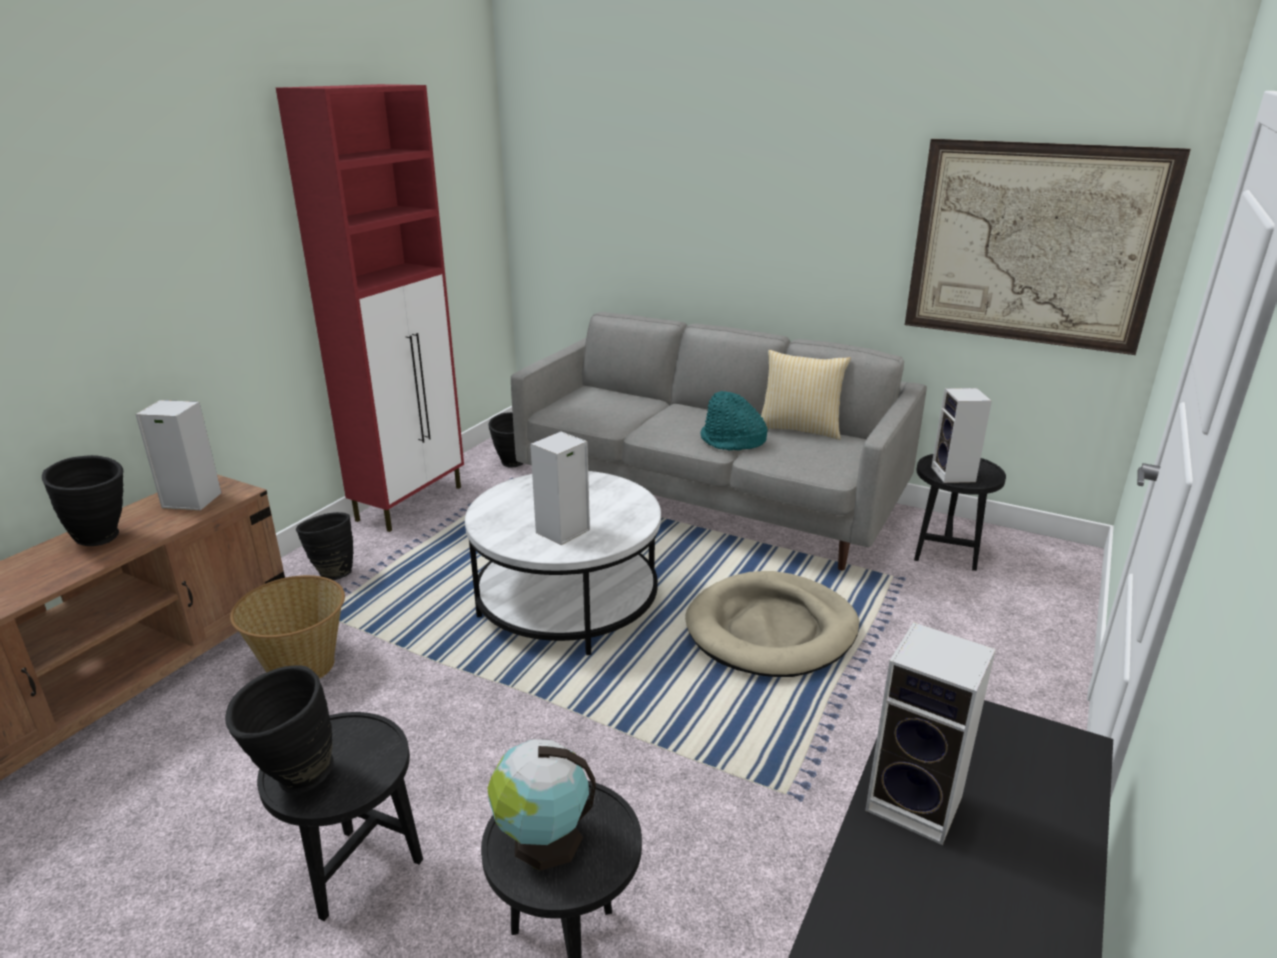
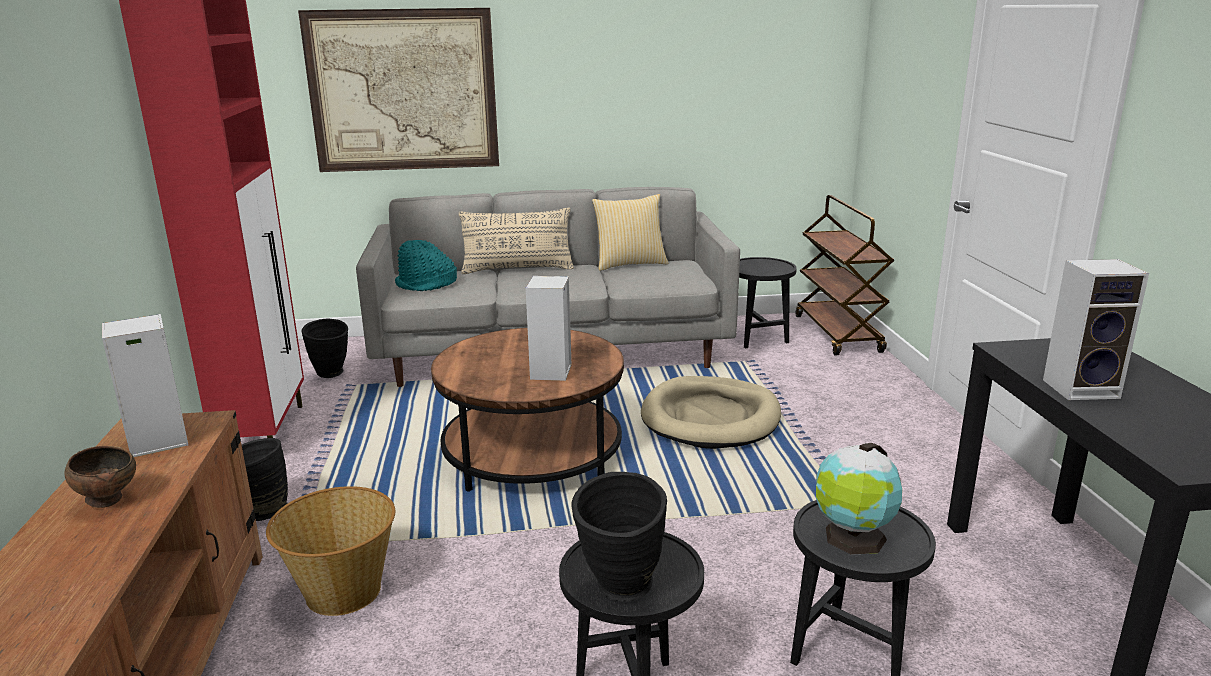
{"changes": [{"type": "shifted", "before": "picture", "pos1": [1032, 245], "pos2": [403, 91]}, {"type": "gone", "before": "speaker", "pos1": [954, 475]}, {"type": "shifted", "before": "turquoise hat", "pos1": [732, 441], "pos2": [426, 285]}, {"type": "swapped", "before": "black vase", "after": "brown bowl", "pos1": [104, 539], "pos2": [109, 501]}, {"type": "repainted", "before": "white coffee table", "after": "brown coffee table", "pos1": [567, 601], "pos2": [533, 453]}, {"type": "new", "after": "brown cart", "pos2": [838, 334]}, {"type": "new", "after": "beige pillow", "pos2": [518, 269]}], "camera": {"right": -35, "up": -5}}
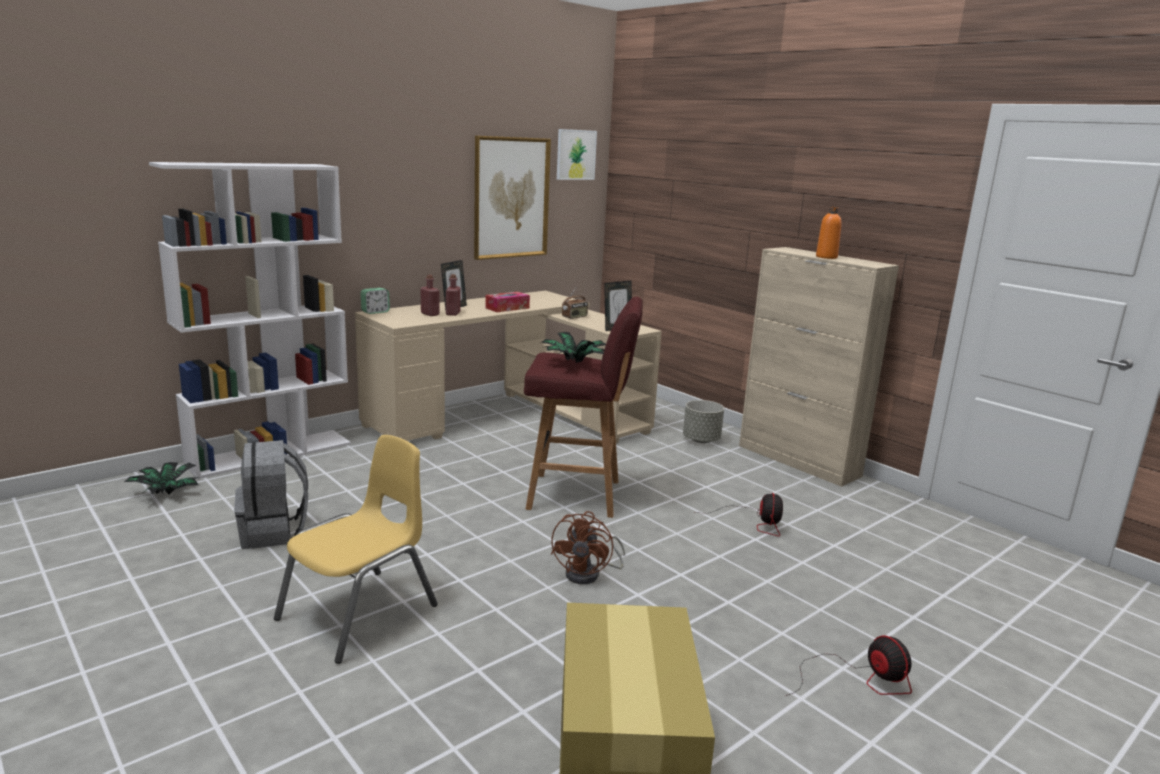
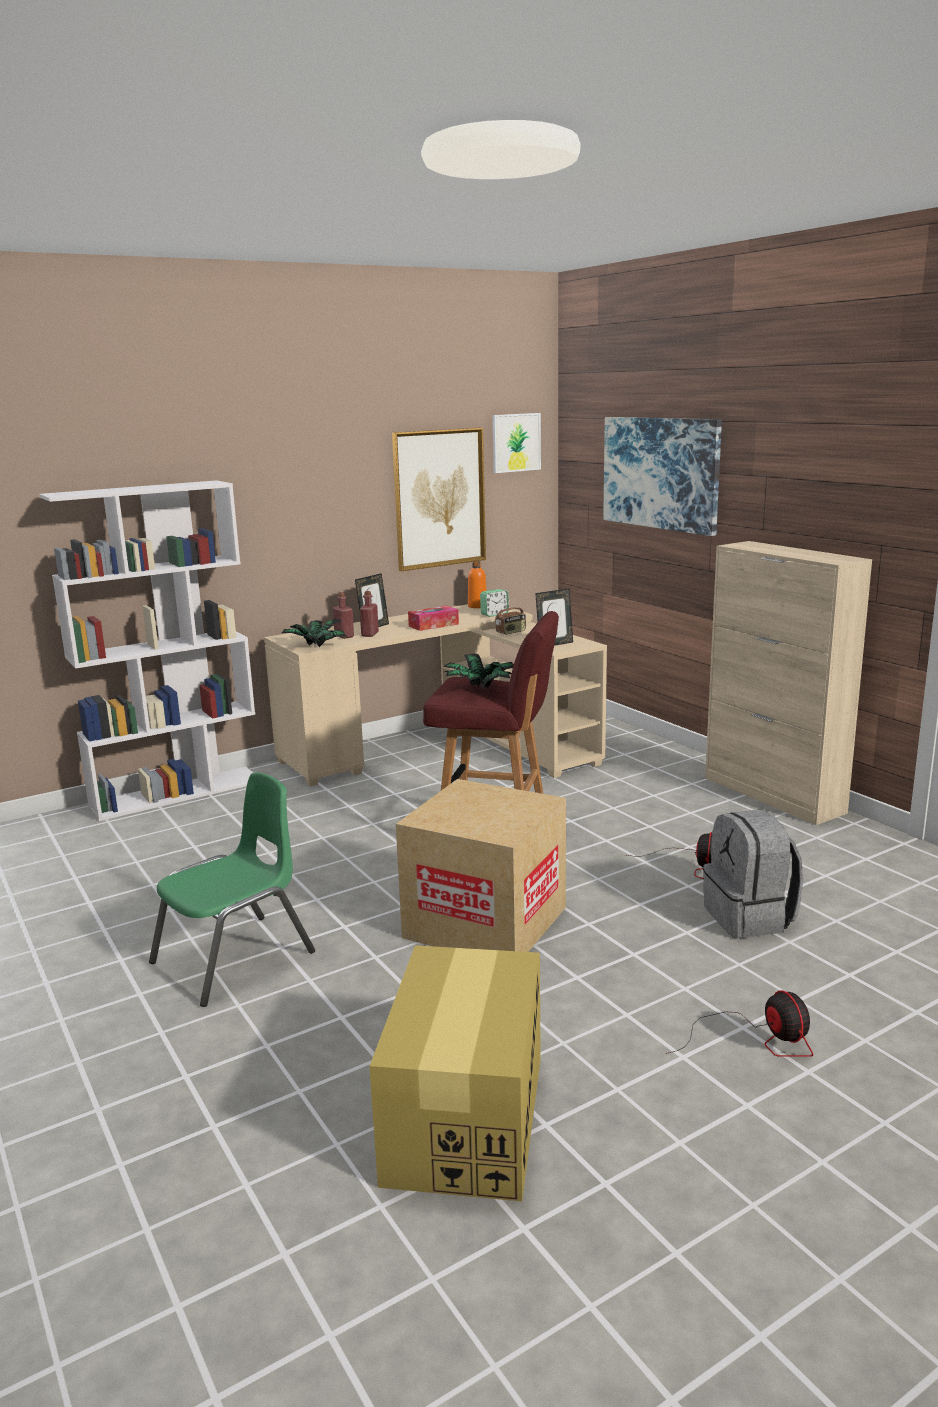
{"changes": [{"type": "shifted", "before": "orange bottle", "pos1": [826, 257], "pos2": [477, 606]}, {"type": "shifted", "before": "alarm clock", "pos1": [375, 312], "pos2": [494, 614]}, {"type": "gone", "before": "grey planter", "pos1": [701, 440]}, {"type": "repainted", "before": "yellow chair", "after": "green chair", "pos1": [360, 613], "pos2": [235, 958]}, {"type": "shifted", "before": "grey backpack", "pos1": [274, 532], "pos2": [750, 918]}, {"type": "shifted", "before": "potted plant", "pos1": [165, 493], "pos2": [315, 646]}, {"type": "swapped", "before": "brown fan", "after": "cardboard box", "pos1": [589, 574], "pos2": [485, 922]}, {"type": "new", "after": "picture", "pos2": [660, 473]}], "camera": {"right": 10, "up": 0}}
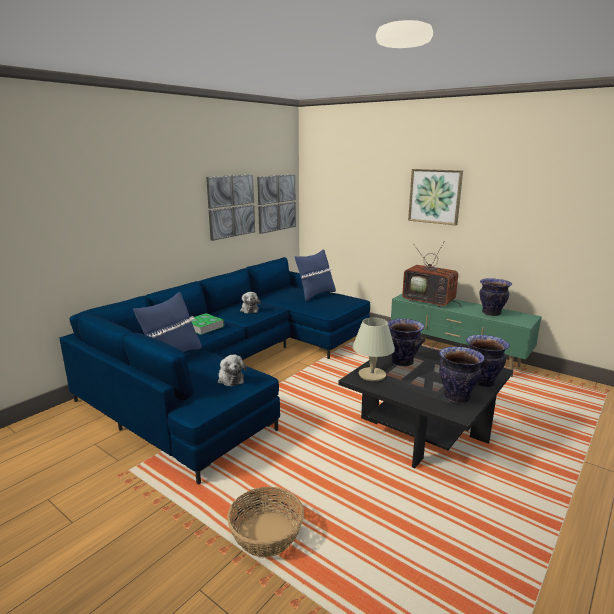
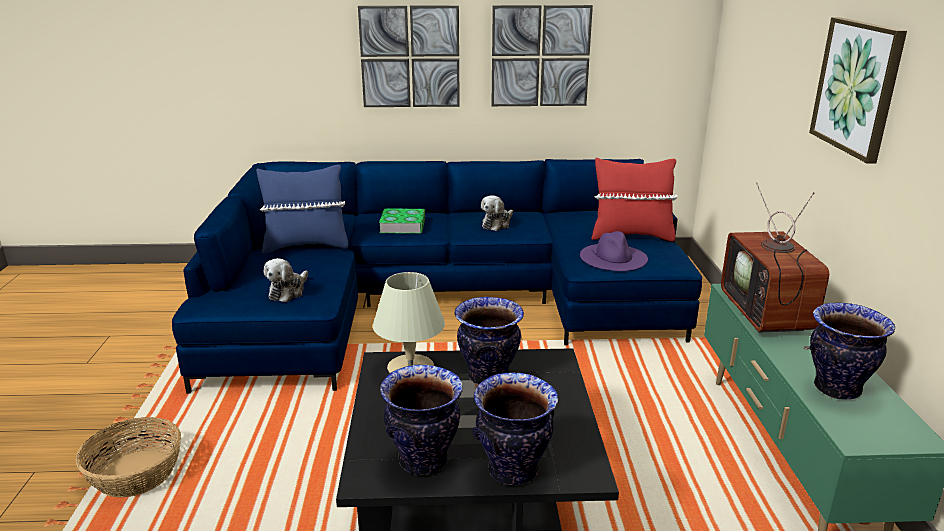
{"changes": [{"type": "shifted", "before": "picture", "pos1": [276, 203], "pos2": [410, 57]}, {"type": "repainted", "before": "blue pillow", "after": "red pillow", "pos1": [315, 295], "pos2": [631, 236]}, {"type": "new", "after": "purple hat", "pos2": [613, 257]}], "camera": {"right": 50, "up": 5}}
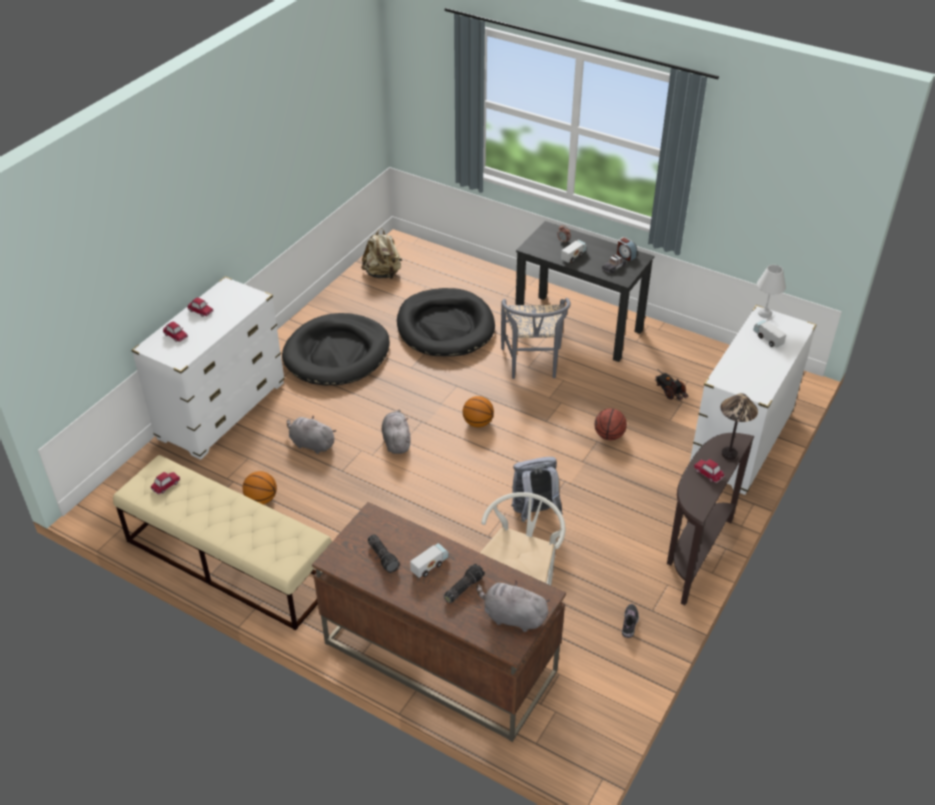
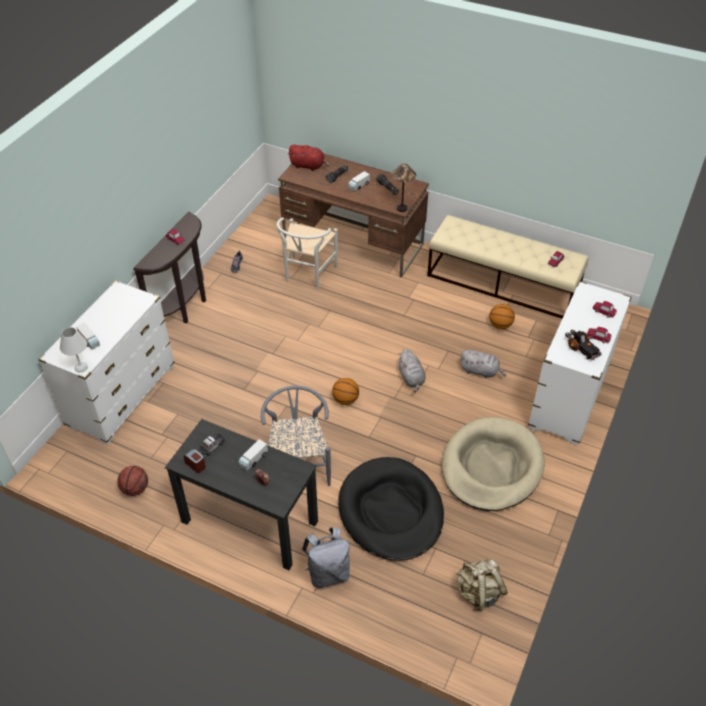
{"changes": [{"type": "repainted", "before": "black dog bed", "after": "beige dog bed", "pos1": [337, 354], "pos2": [491, 467]}, {"type": "shifted", "before": "toy truck", "pos1": [670, 391], "pos2": [581, 349]}, {"type": "shifted", "before": "table lamp", "pos1": [729, 454], "pos2": [402, 209]}, {"type": "shifted", "before": "basketball", "pos1": [609, 435], "pos2": [135, 488]}, {"type": "shifted", "before": "grey backpack", "pos1": [534, 512], "pos2": [328, 573]}, {"type": "repainted", "before": "grey plush toy", "after": "red plush toy", "pos1": [512, 617], "pos2": [308, 166]}], "camera": {"right": 175, "up": 5}}
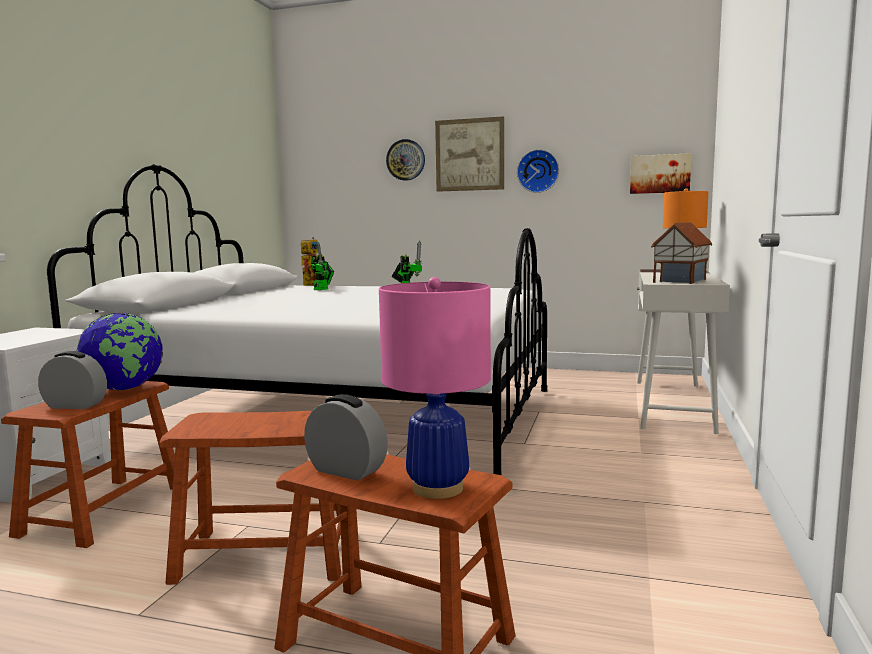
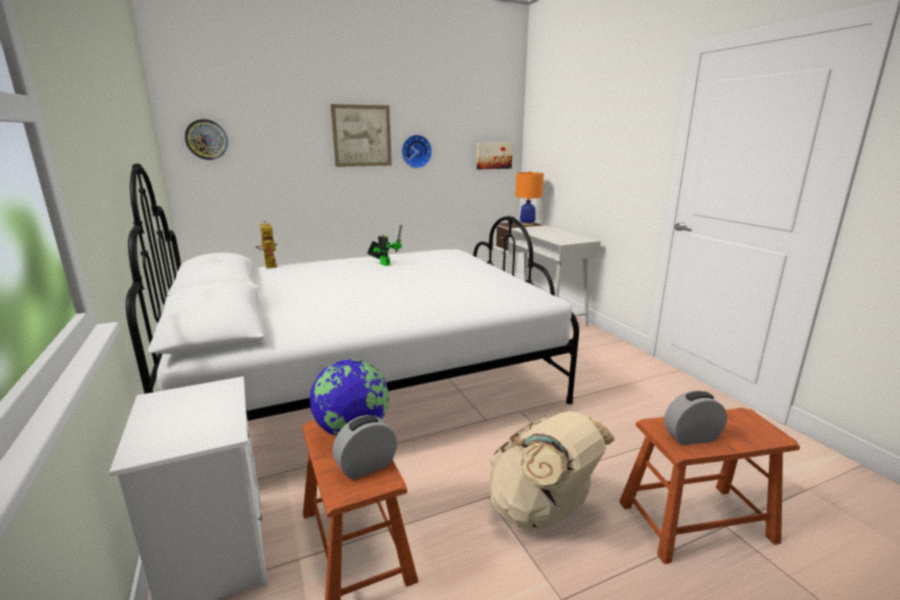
{"changes": [{"type": "shifted", "before": "wall clock", "pos1": [405, 160], "pos2": [206, 139]}, {"type": "gone", "before": "toy house", "pos1": [679, 281]}, {"type": "gone", "before": "toy robot", "pos1": [322, 289]}, {"type": "gone", "before": "pink table lamp", "pos1": [438, 488]}, {"type": "swapped", "before": "brown stool", "after": "beige backpack", "pos1": [266, 555], "pos2": [542, 511]}], "camera": {"right": -40, "up": 10}}
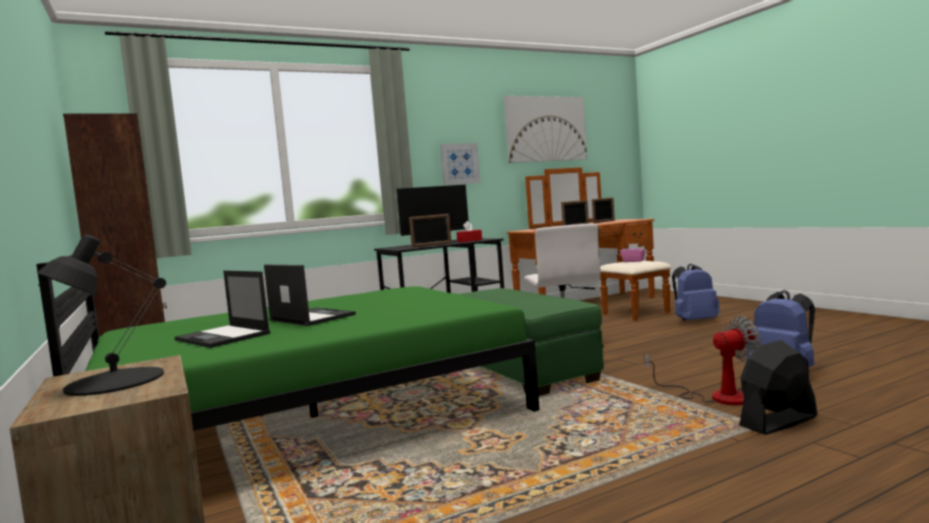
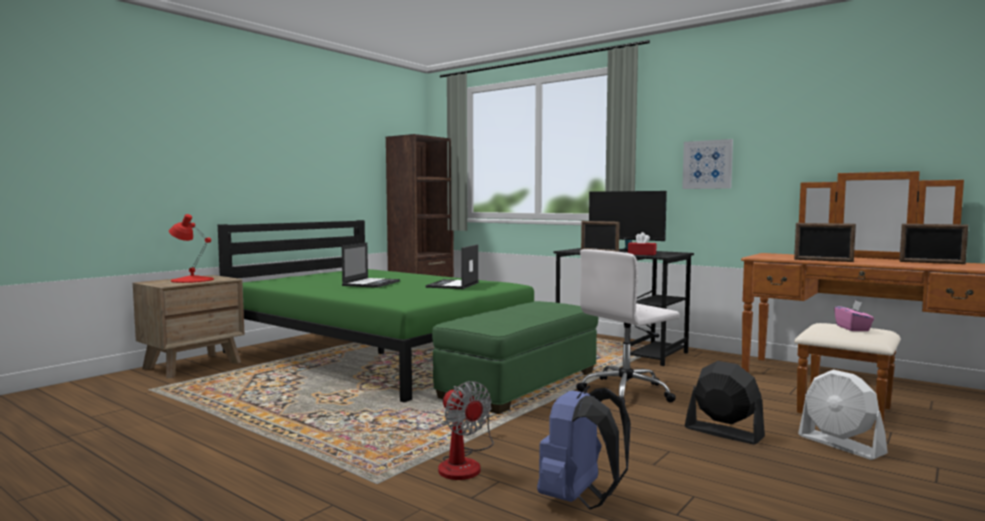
{"changes": [{"type": "gone", "before": "picture", "pos1": [545, 129]}, {"type": "repainted", "before": "black table lamp", "after": "red table lamp", "pos1": [113, 381], "pos2": [192, 280]}, {"type": "swapped", "before": "blue backpack", "after": "white fan", "pos1": [694, 321], "pos2": [841, 445]}, {"type": "shifted", "before": "laptop", "pos1": [223, 337], "pos2": [453, 285]}, {"type": "shifted", "before": "black fan", "pos1": [778, 421], "pos2": [723, 432]}], "camera": {"right": 65, "up": 0}}
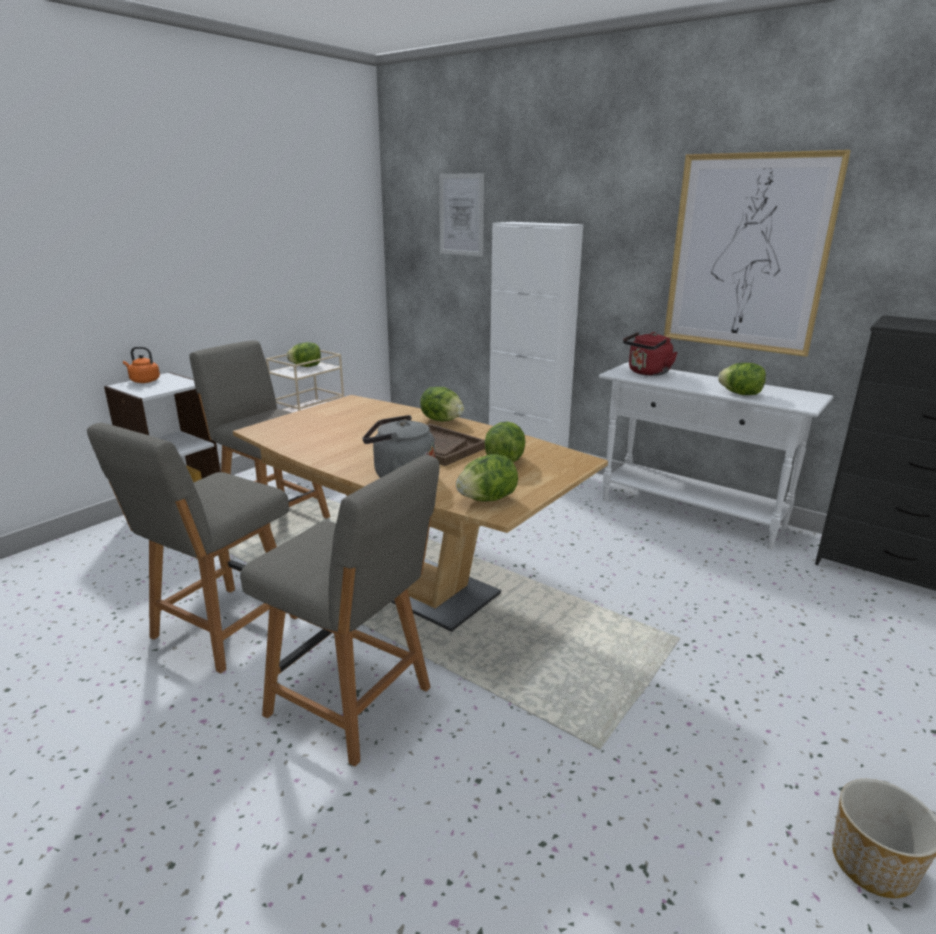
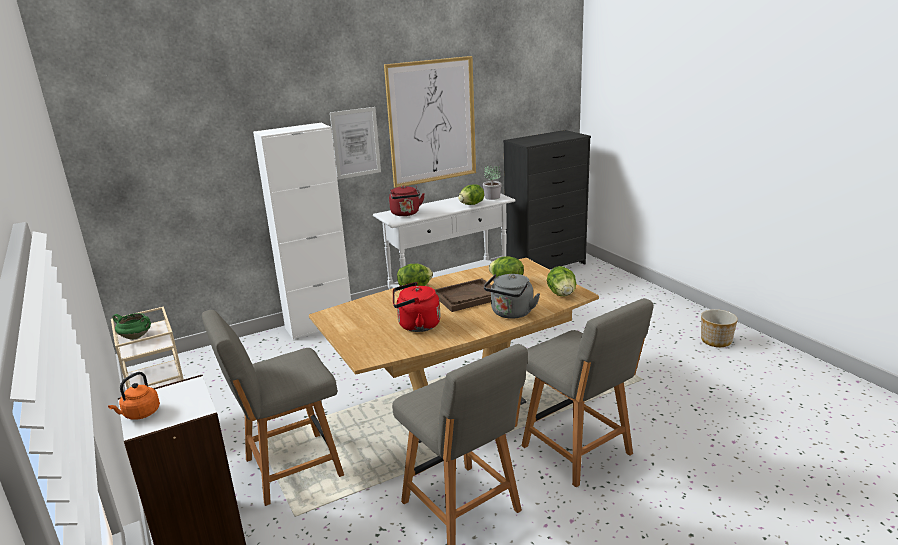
{"changes": [{"type": "shifted", "before": "picture", "pos1": [461, 215], "pos2": [355, 143]}, {"type": "swapped", "before": "lettuce", "after": "green cooking pot", "pos1": [306, 366], "pos2": [136, 337]}, {"type": "rotated", "before": "grey chair", "pos1": [353, 704], "pos2": [579, 452], "turn": 90}, {"type": "new", "after": "potted plant", "pos2": [492, 197]}, {"type": "new", "after": "red kettle", "pos2": [416, 325]}], "camera": {"right": -65, "up": 0}}
